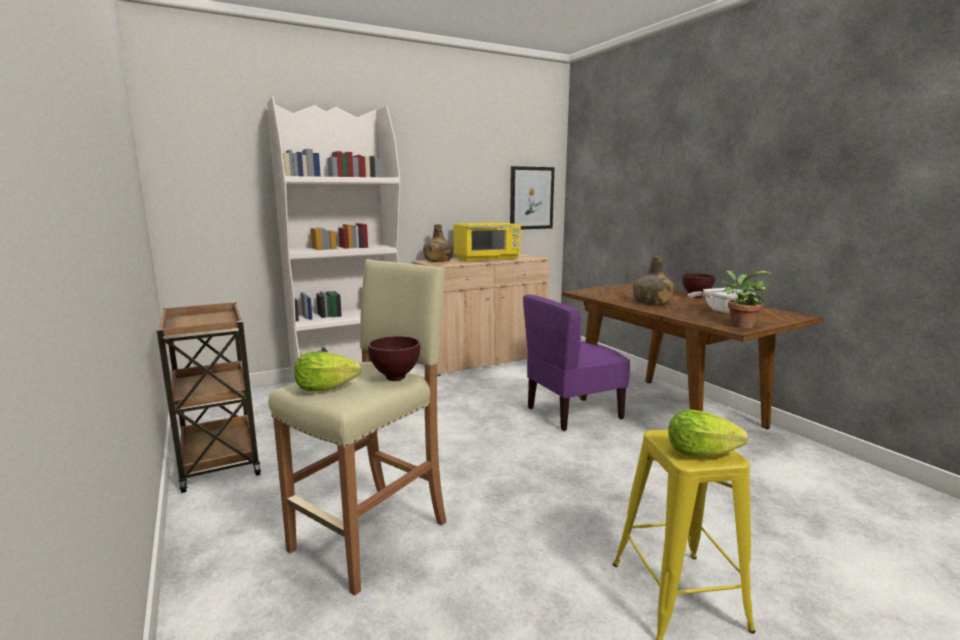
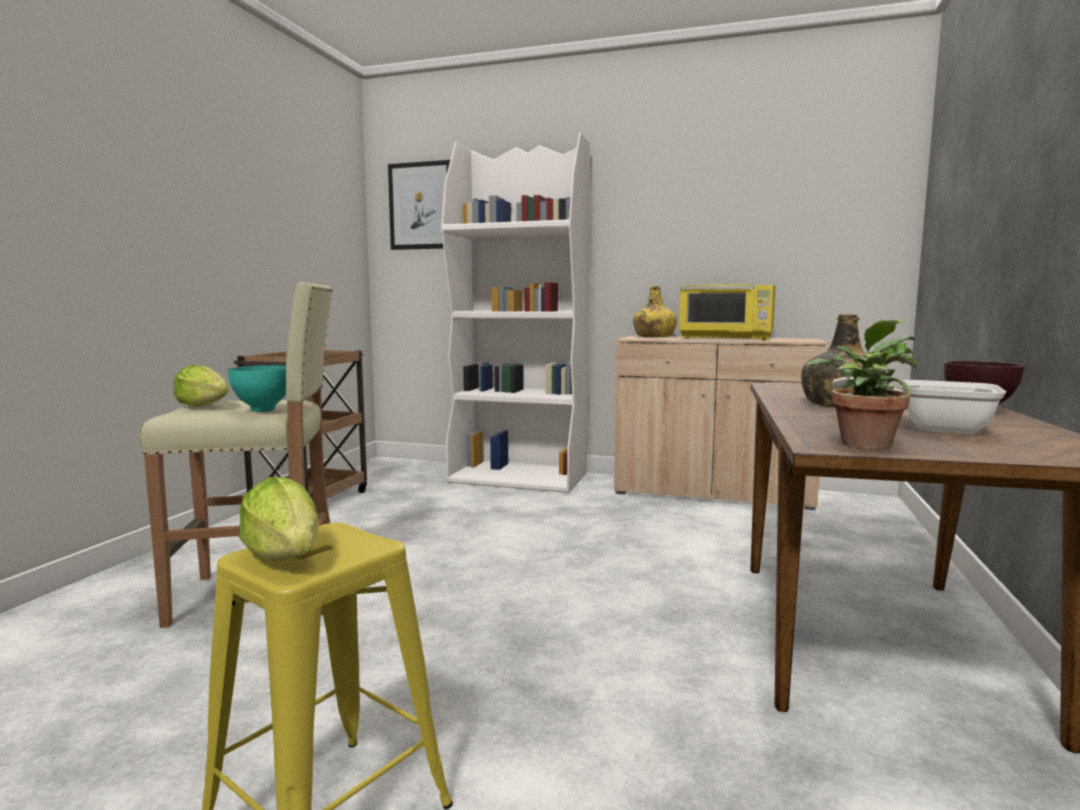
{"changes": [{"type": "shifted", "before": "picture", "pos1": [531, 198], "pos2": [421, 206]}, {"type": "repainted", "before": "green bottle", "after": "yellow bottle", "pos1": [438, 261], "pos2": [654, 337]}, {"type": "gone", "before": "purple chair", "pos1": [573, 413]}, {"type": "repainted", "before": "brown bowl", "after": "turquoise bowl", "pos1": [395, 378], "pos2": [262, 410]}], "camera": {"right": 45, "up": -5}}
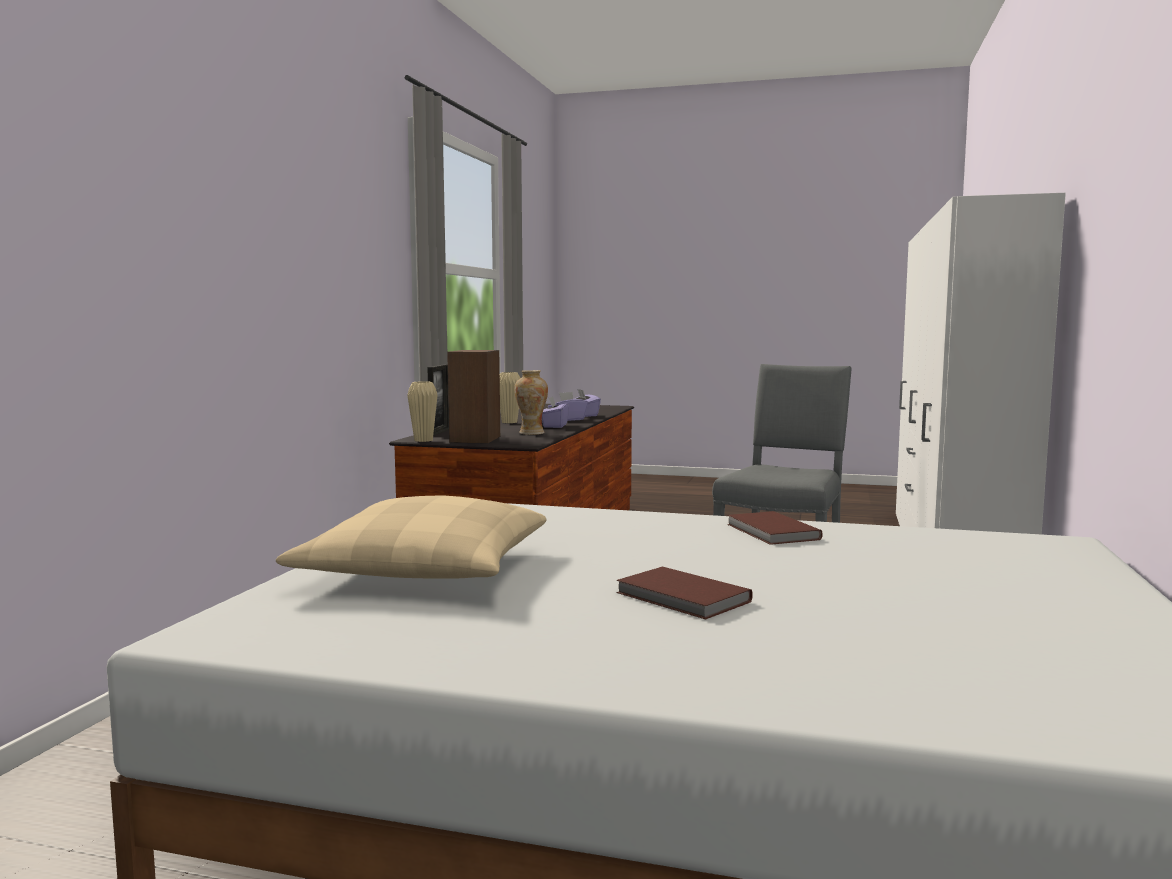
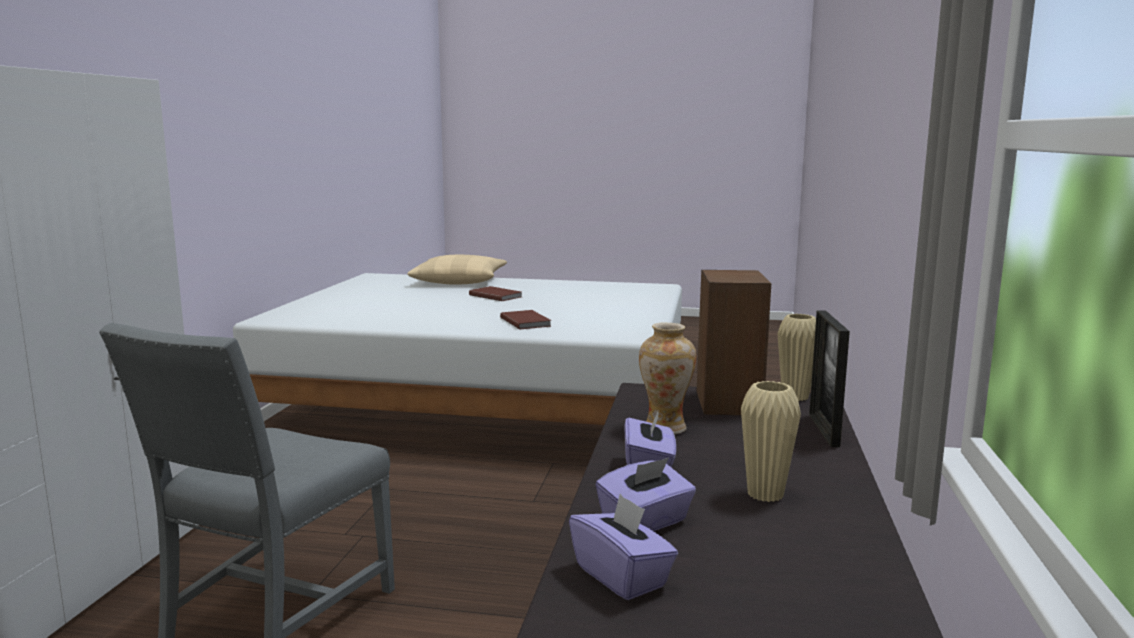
{"changes": [{"type": "shifted", "before": "beige pillow", "pos1": [424, 570], "pos2": [459, 280]}, {"type": "shifted", "before": "brown book", "pos1": [771, 532], "pos2": [526, 322]}], "camera": {"right": 175, "up": 5}}
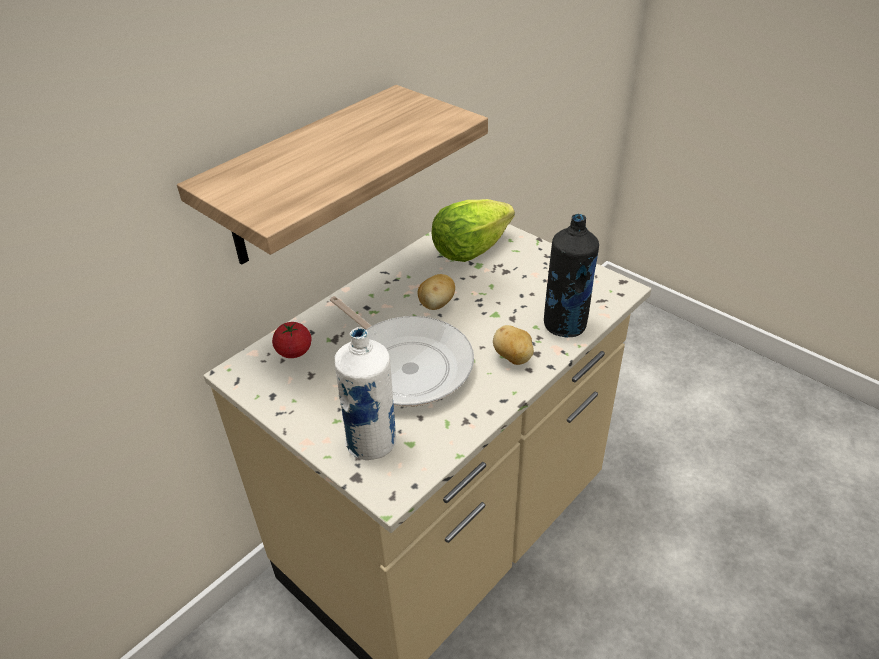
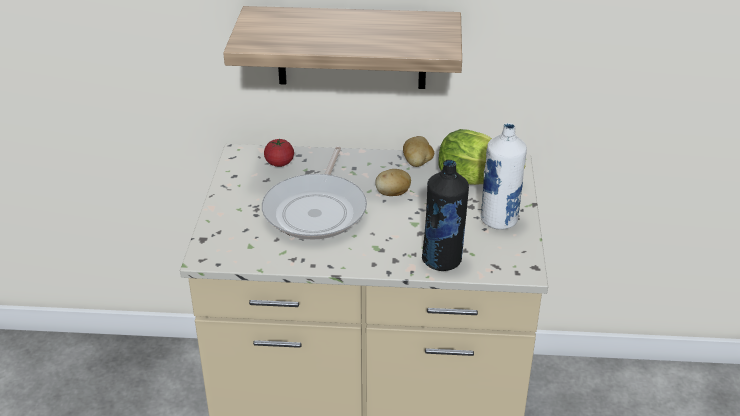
{"changes": [{"type": "shifted", "before": "potato", "pos1": [513, 358], "pos2": [417, 163]}, {"type": "shifted", "before": "white bottle", "pos1": [372, 443], "pos2": [499, 220]}], "camera": {"right": 50, "up": -5}}
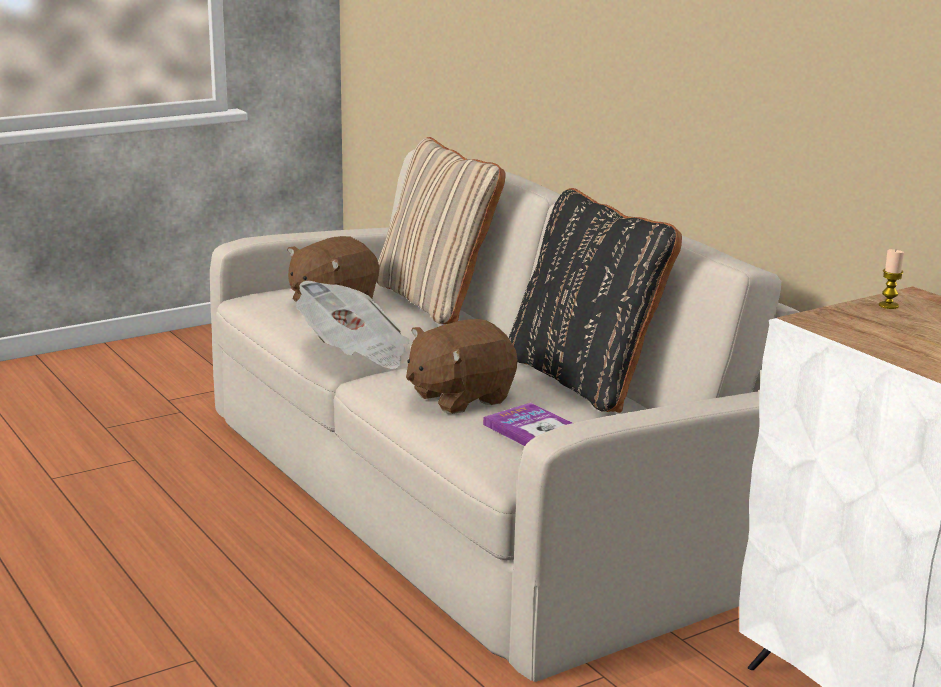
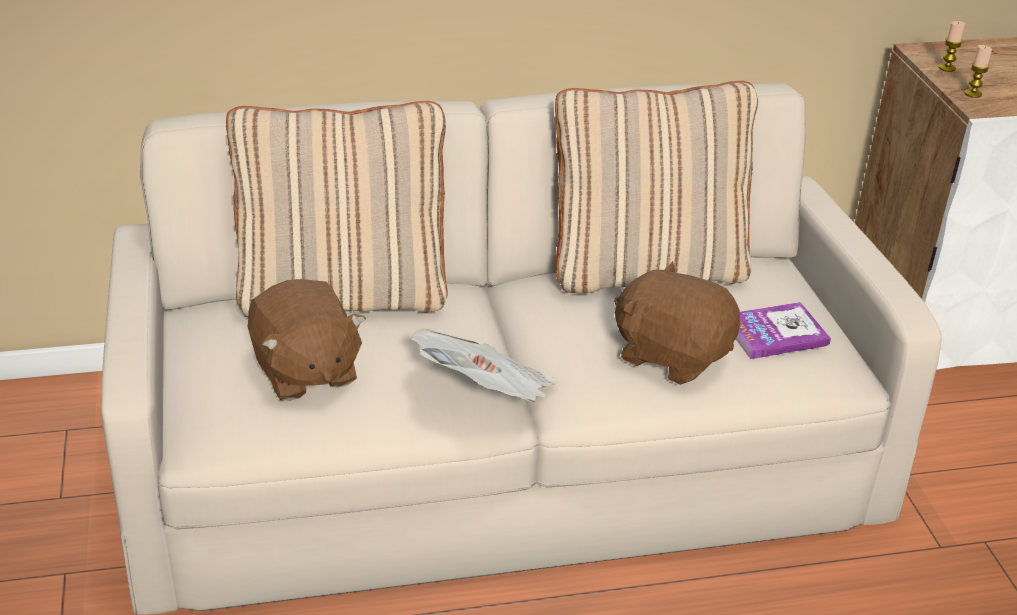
{"changes": [{"type": "repainted", "before": "black pillow", "after": "beige pillow", "pos1": [585, 380], "pos2": [646, 268]}, {"type": "rotated", "before": "brown plush toy", "pos1": [459, 398], "pos2": [672, 355], "turn": 135}, {"type": "new", "after": "candle", "pos2": [973, 94]}], "camera": {"right": -70, "up": 15}}
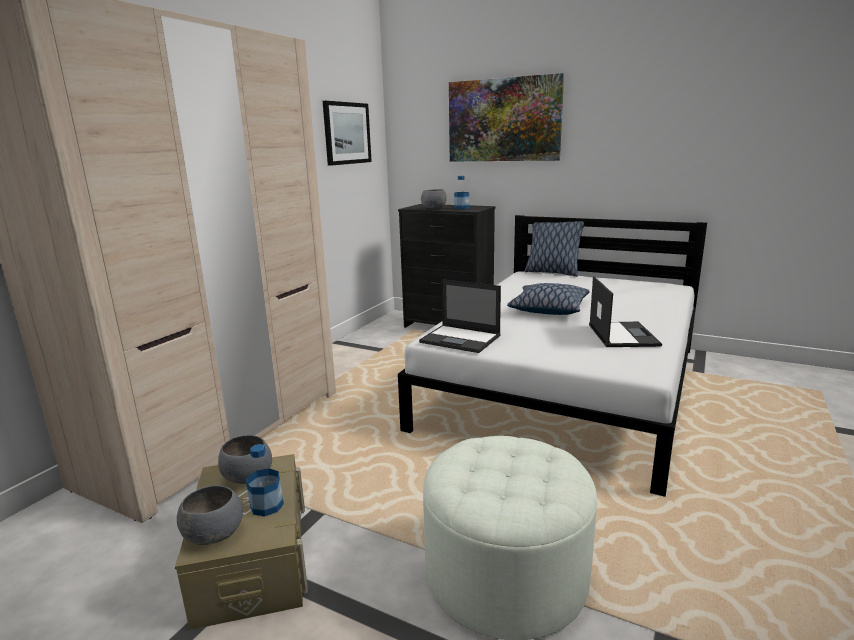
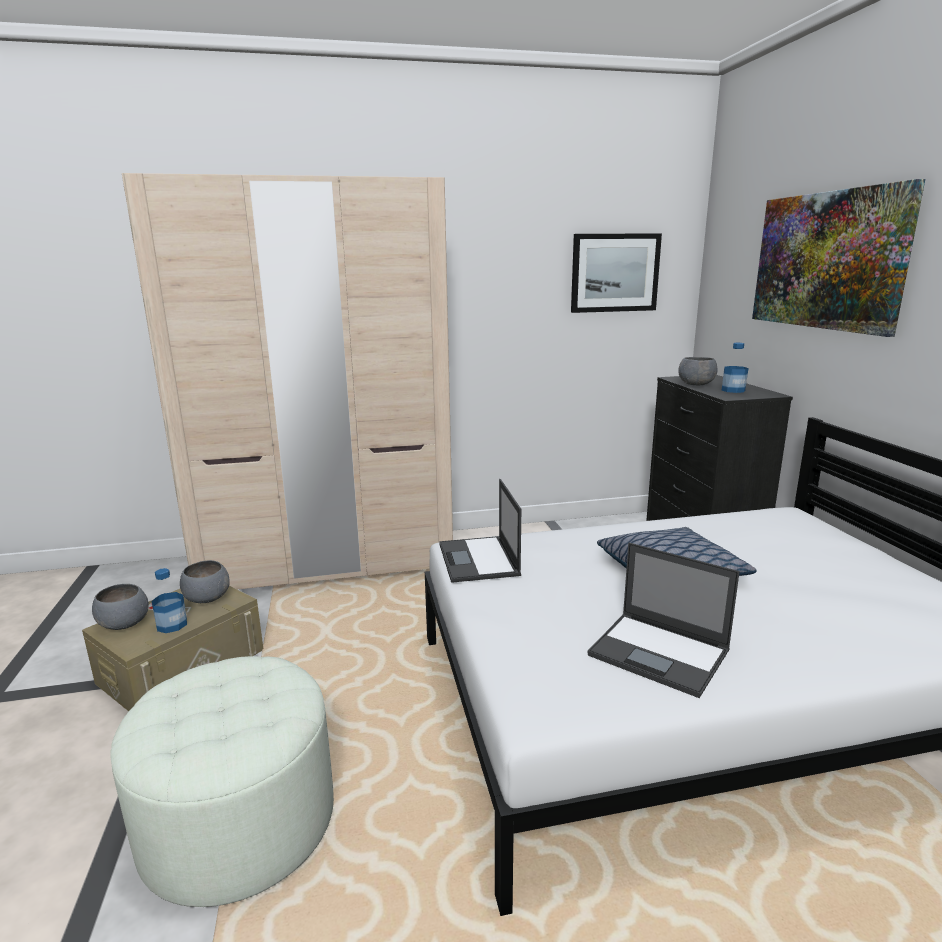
{"changes": [{"type": "gone", "before": "pillow", "pos1": [552, 272]}, {"type": "rotated", "before": "laptop", "pos1": [622, 334], "pos2": [660, 653], "turn": 75}], "camera": {"right": 50, "up": 0}}
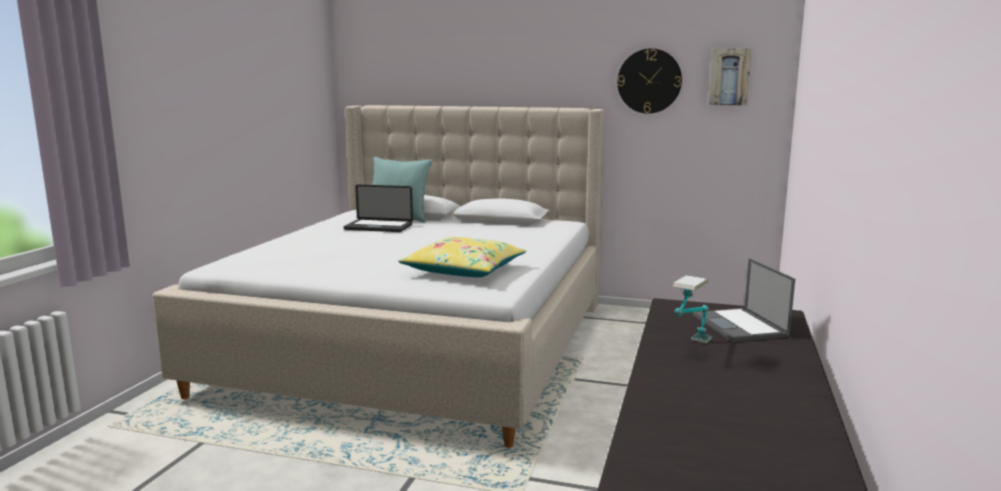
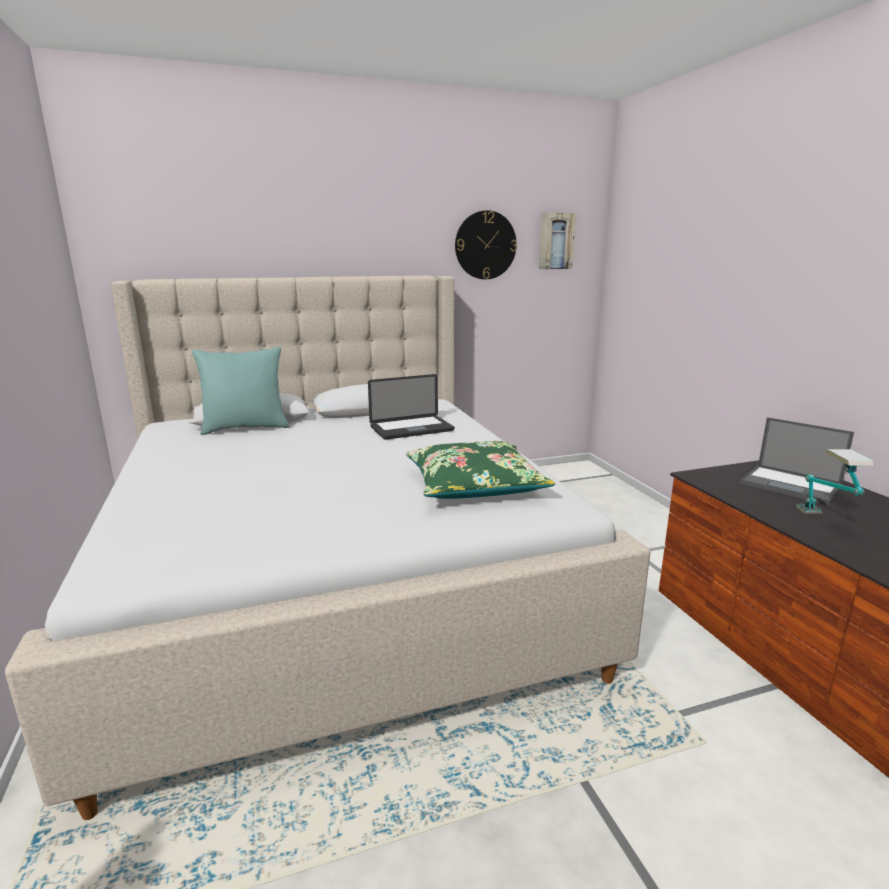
{"changes": [{"type": "shifted", "before": "laptop", "pos1": [378, 227], "pos2": [411, 429]}, {"type": "repainted", "before": "yellow pillow", "after": "green pillow", "pos1": [464, 270], "pos2": [474, 485]}], "camera": {"right": -35, "up": 5}}
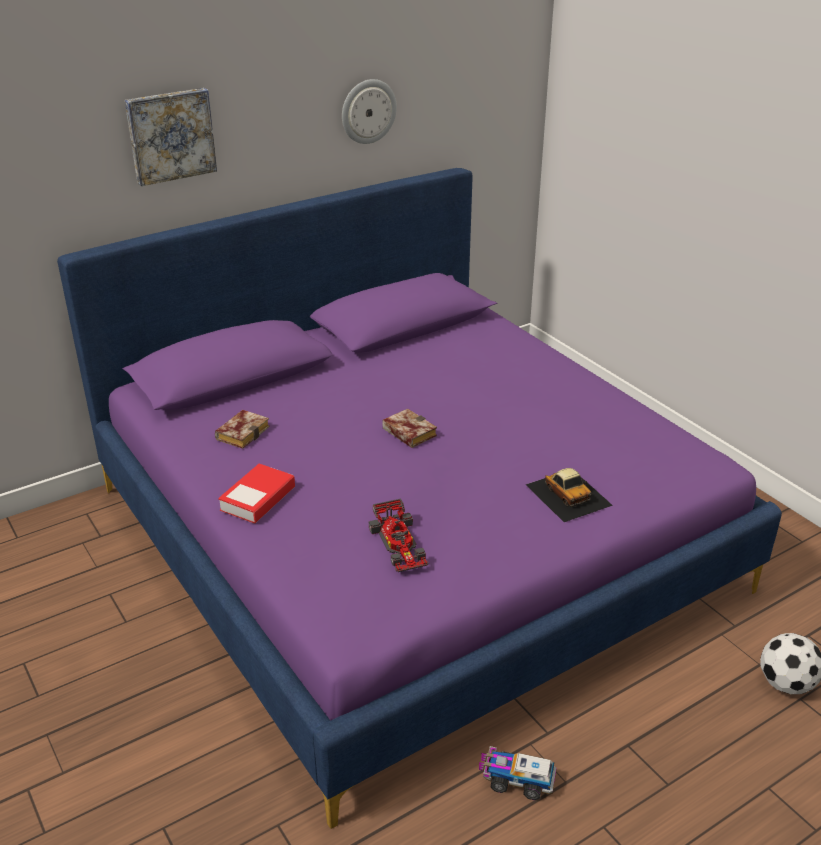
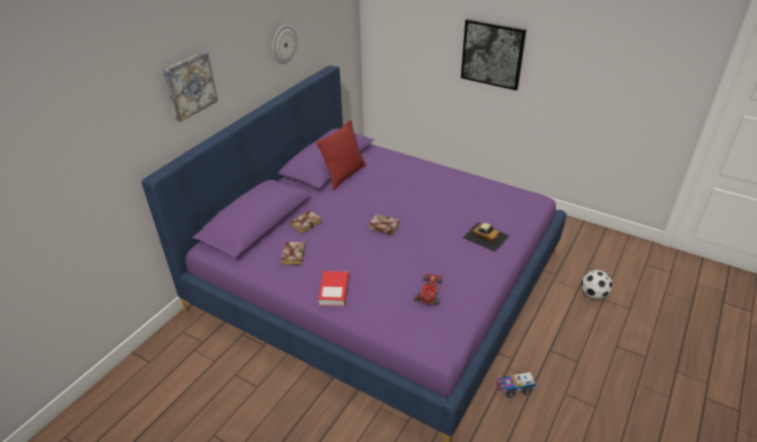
{"changes": [{"type": "rotated", "before": "toy car", "pos1": [399, 544], "pos2": [429, 291], "turn": -120}, {"type": "new", "after": "picture", "pos2": [492, 54]}, {"type": "new", "after": "red pillow", "pos2": [344, 175]}, {"type": "new", "after": "book", "pos2": [306, 223]}], "camera": {"right": -25, "up": 5}}
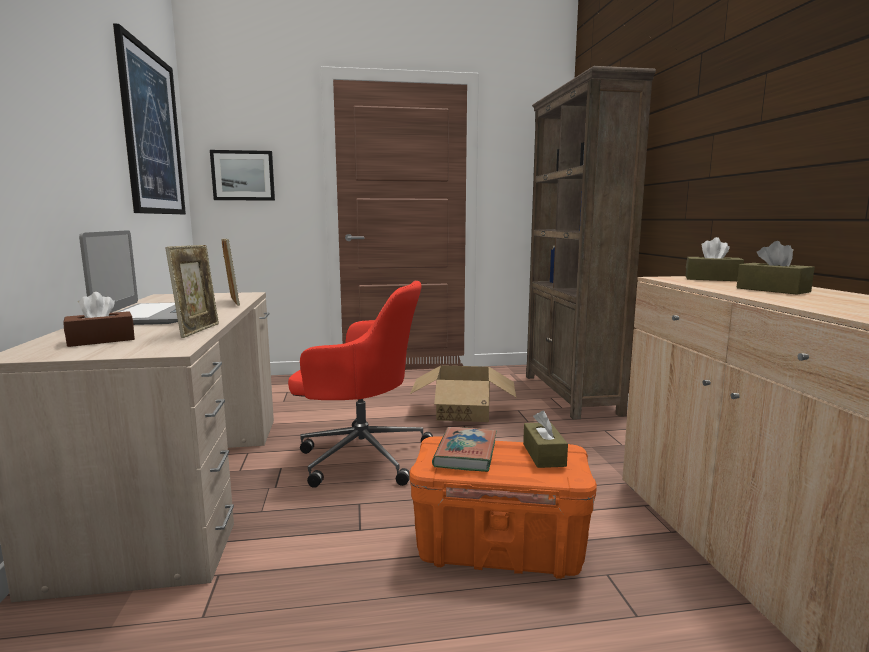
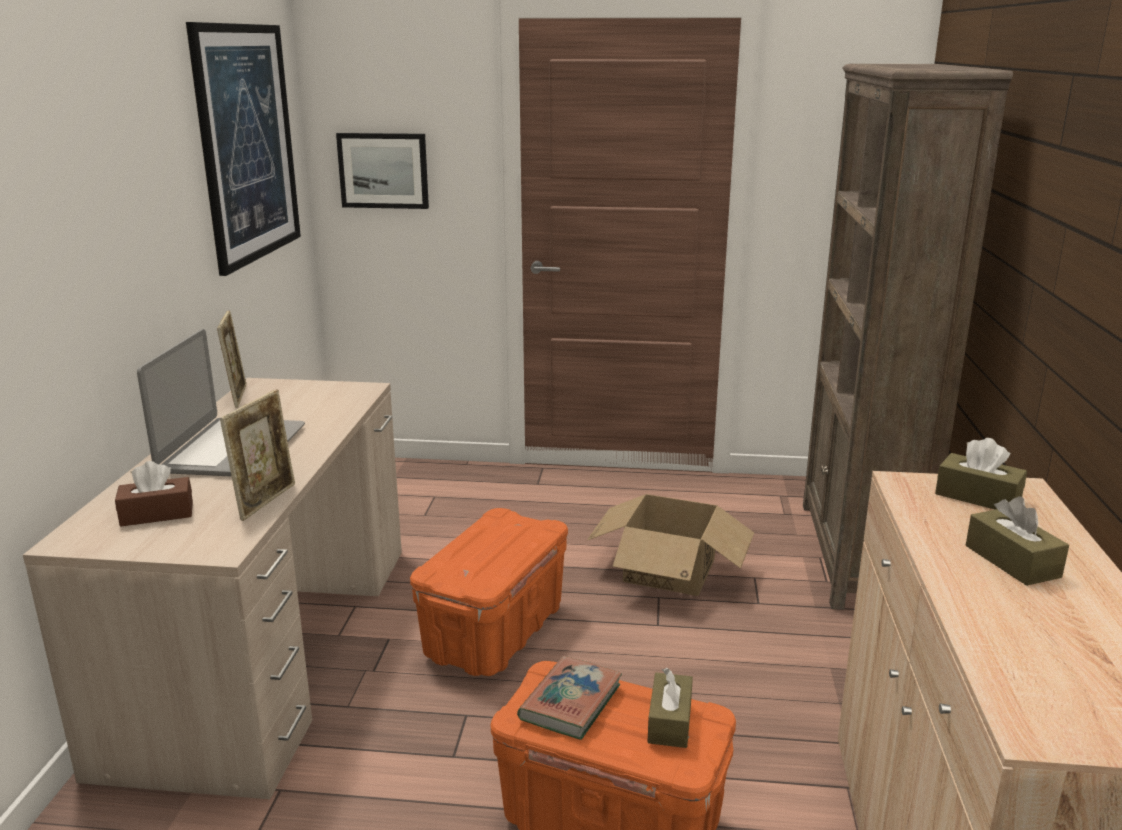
{"changes": [{"type": "shifted", "before": "picture frame", "pos1": [233, 302], "pos2": [237, 396]}, {"type": "swapped", "before": "red office chair", "after": "orange storage box", "pos1": [360, 455], "pos2": [495, 633]}], "camera": {"right": 15, "up": 10}}
